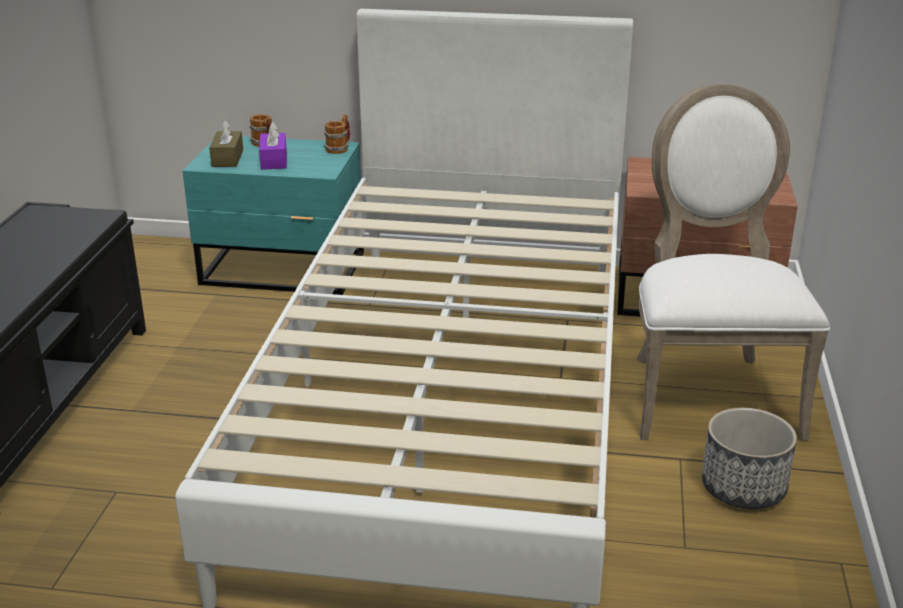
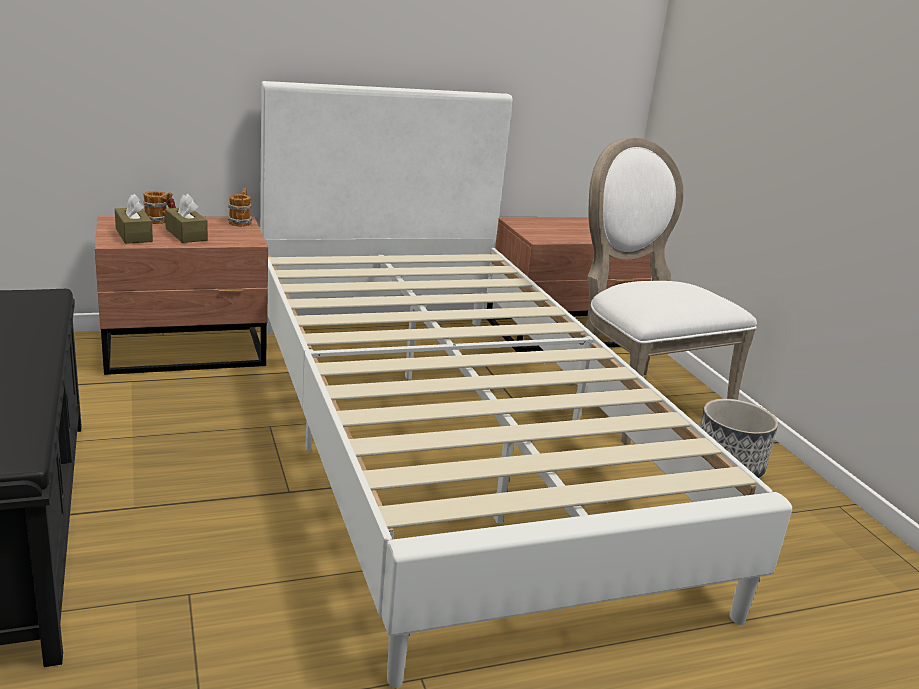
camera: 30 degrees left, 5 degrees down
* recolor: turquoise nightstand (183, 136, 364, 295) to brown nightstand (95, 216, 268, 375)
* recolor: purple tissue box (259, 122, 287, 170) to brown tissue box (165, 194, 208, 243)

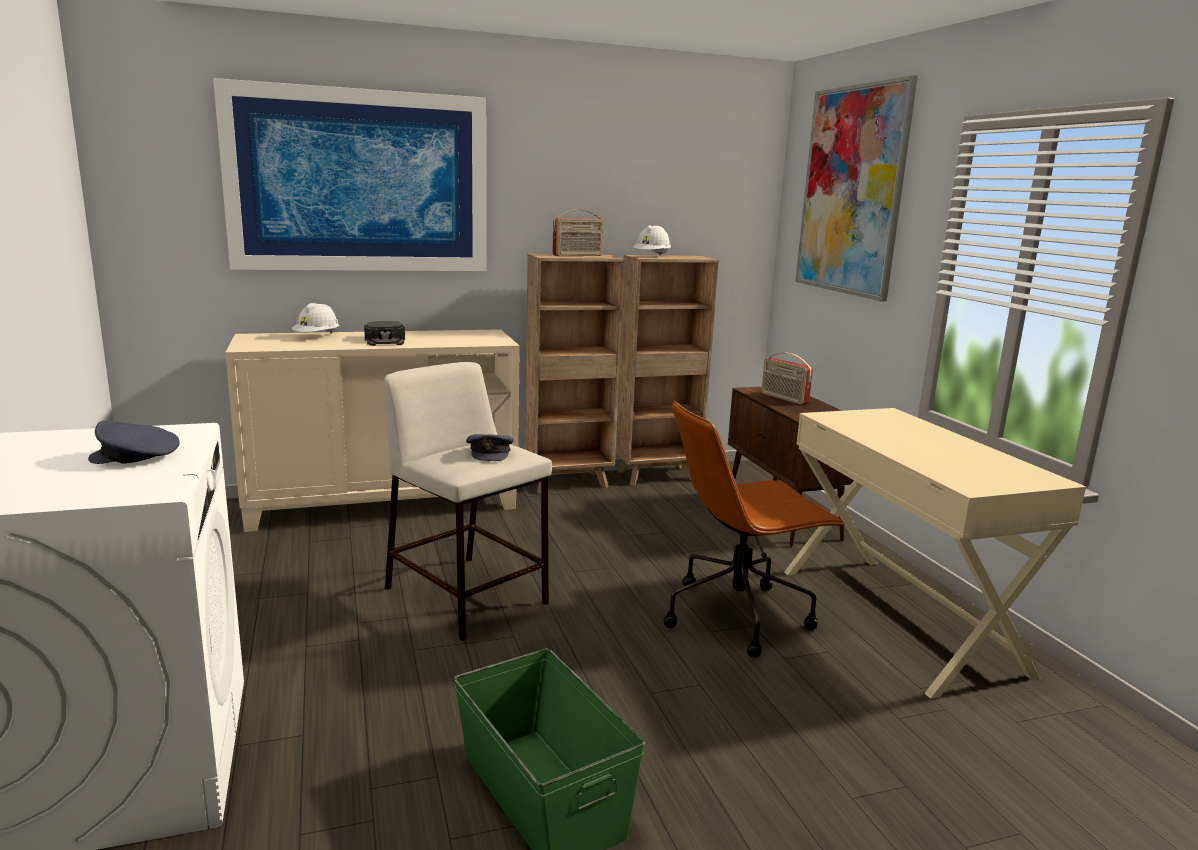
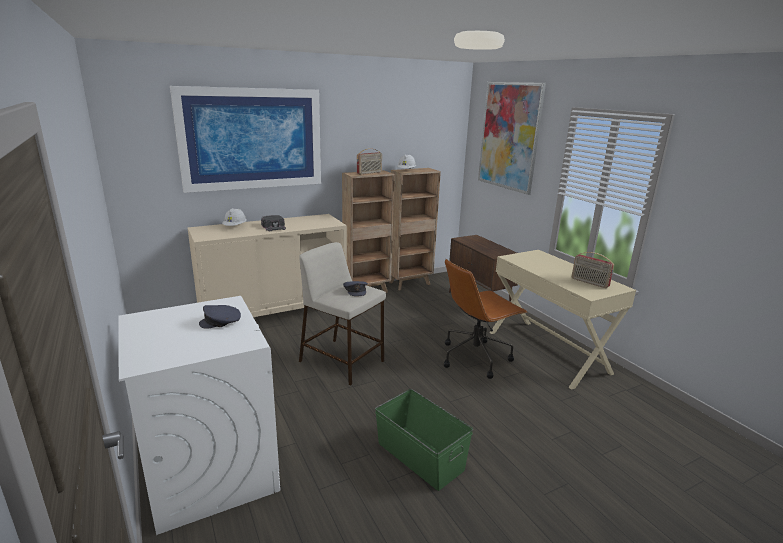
camera: 10 degrees left, 5 degrees up
* move: radio (761, 353, 813, 405) to (572, 252, 614, 288)

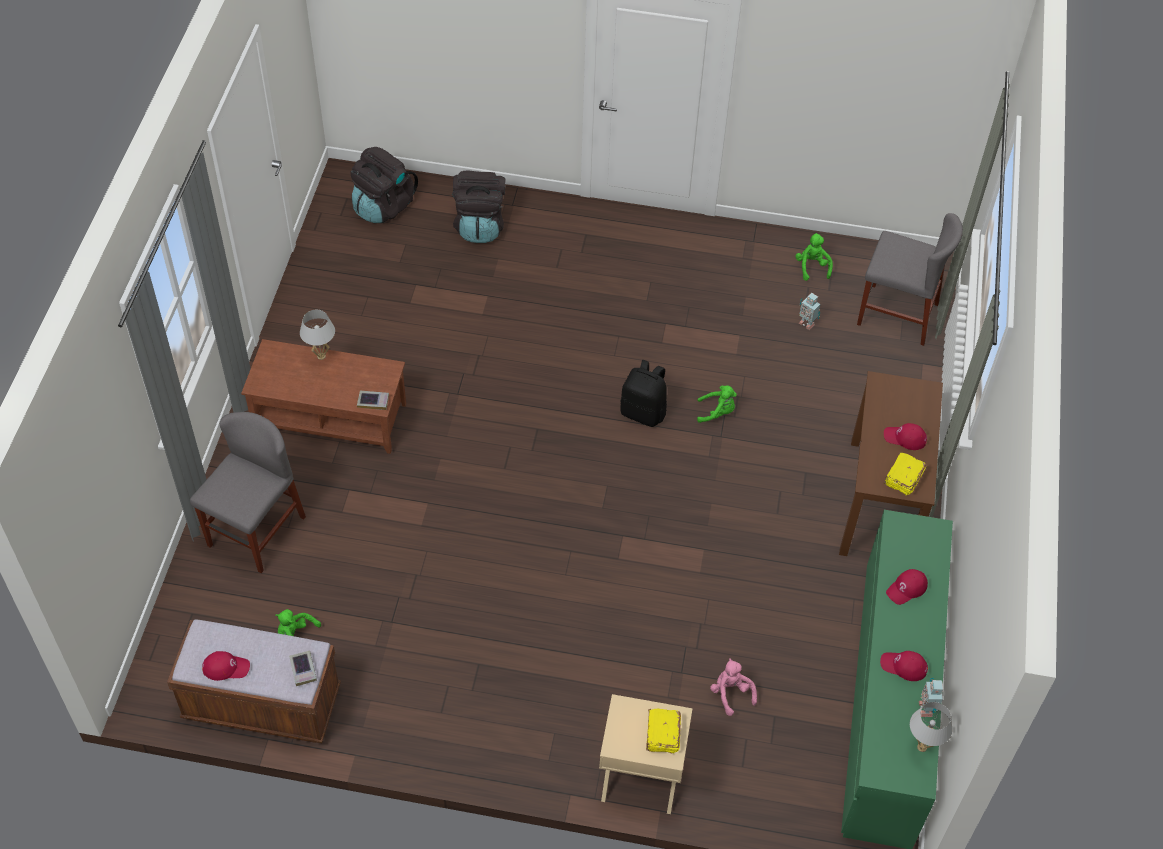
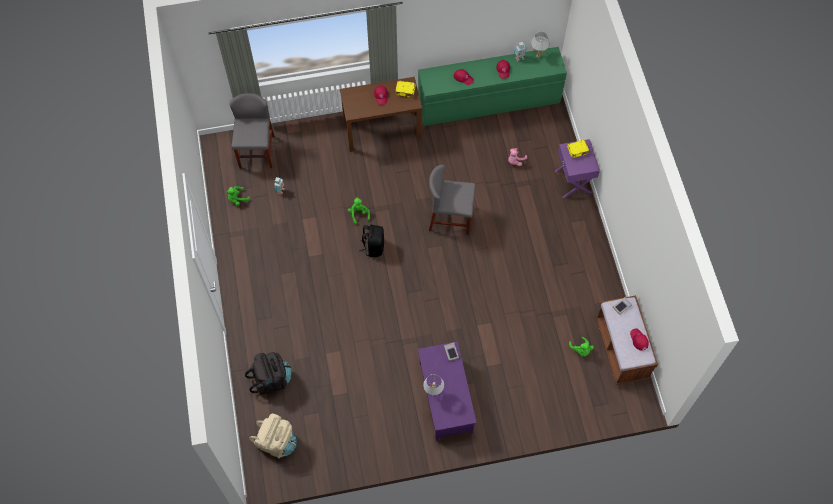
camera: 110 degrees left, 10 degrees up
* move: grey chair (190, 412, 306, 573) to (429, 165, 476, 235)
* recolor: brown coffee table (241, 339, 406, 454) to purple coffee table (418, 341, 477, 441)
* recolor: black backpack (351, 147, 418, 223) to beige backpack (250, 413, 297, 459)
* recolor: beige nightstand (599, 694, 692, 814) to purple nightstand (555, 139, 600, 198)

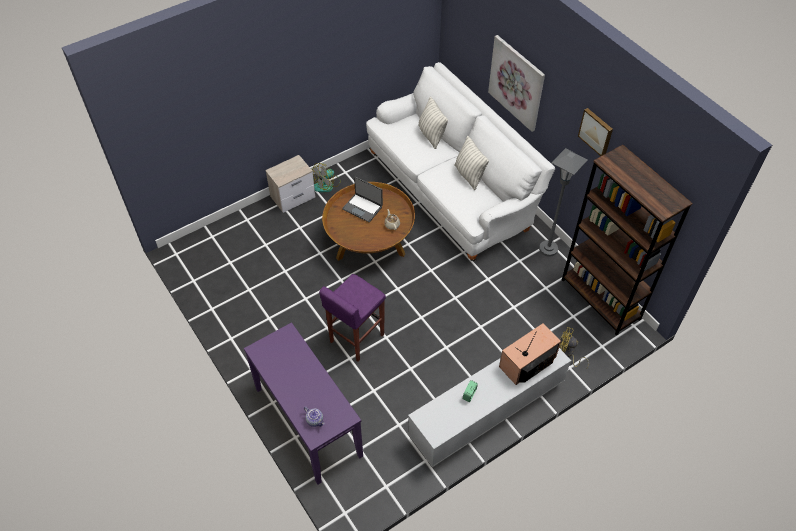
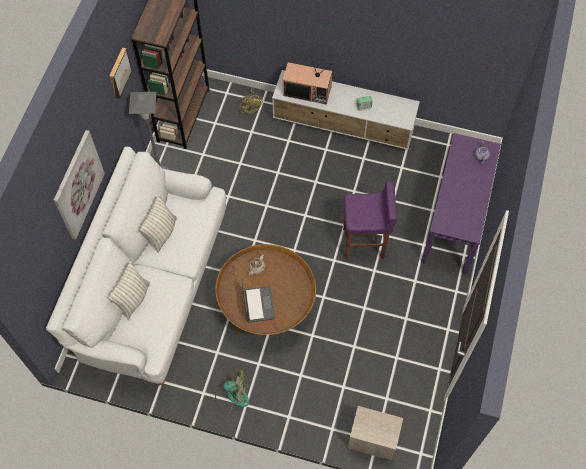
camera: 130 degrees left, 10 degrees up
* move: nightstand (265, 155, 315, 213) to (348, 406, 403, 461)

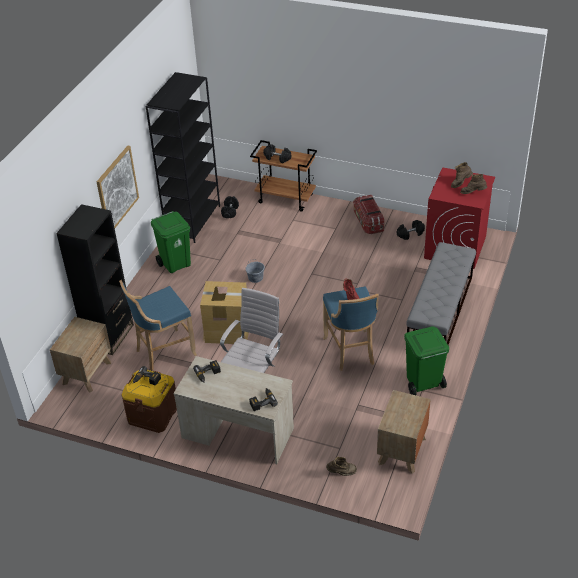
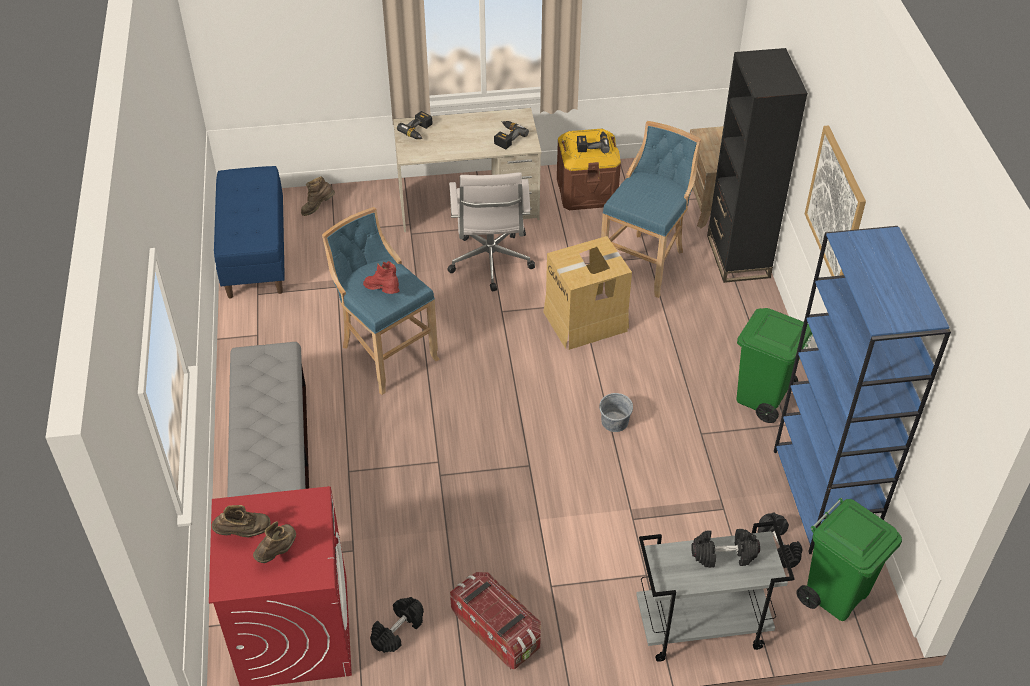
camera: 150 degrees right, 5 degrees up
* move: green trash can (404, 326, 449, 395) to (796, 498, 902, 621)
* replace: brown nightstand (377, 390, 431, 474) to blue bench (214, 166, 285, 298)
* recolor: black bookcase (146, 72, 220, 243) to blue bookcase (774, 226, 951, 554)
* recolor: brown cart (250, 140, 317, 211) to grey cart (636, 521, 795, 662)

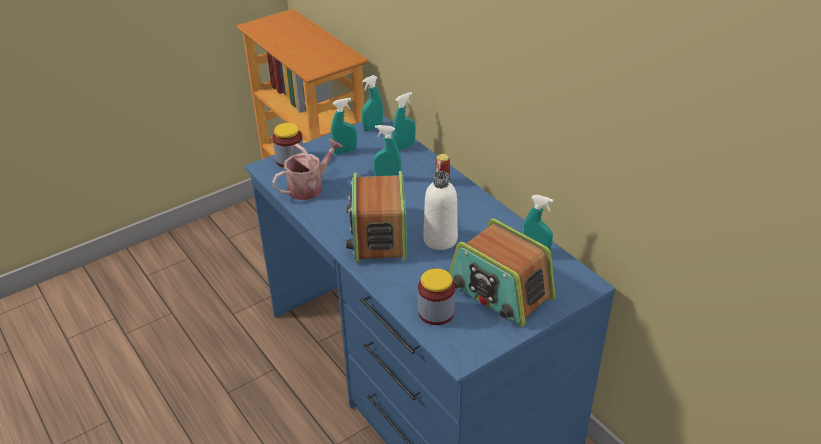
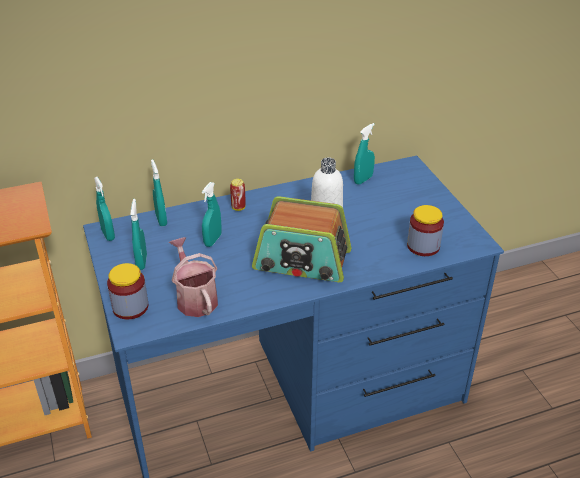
camera: 75 degrees left, 0 degrees up
* delete: radio (449, 218, 556, 327)

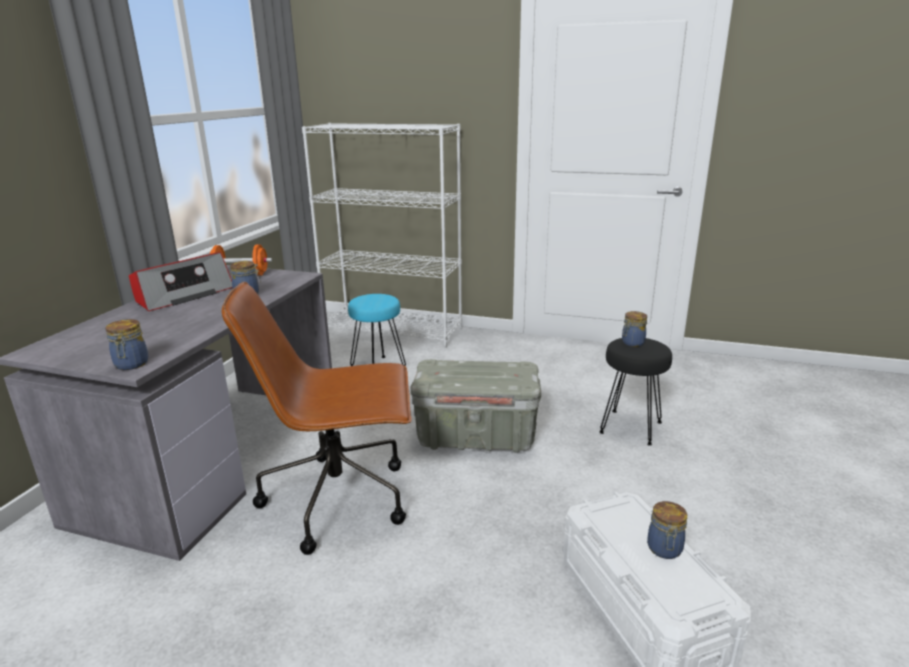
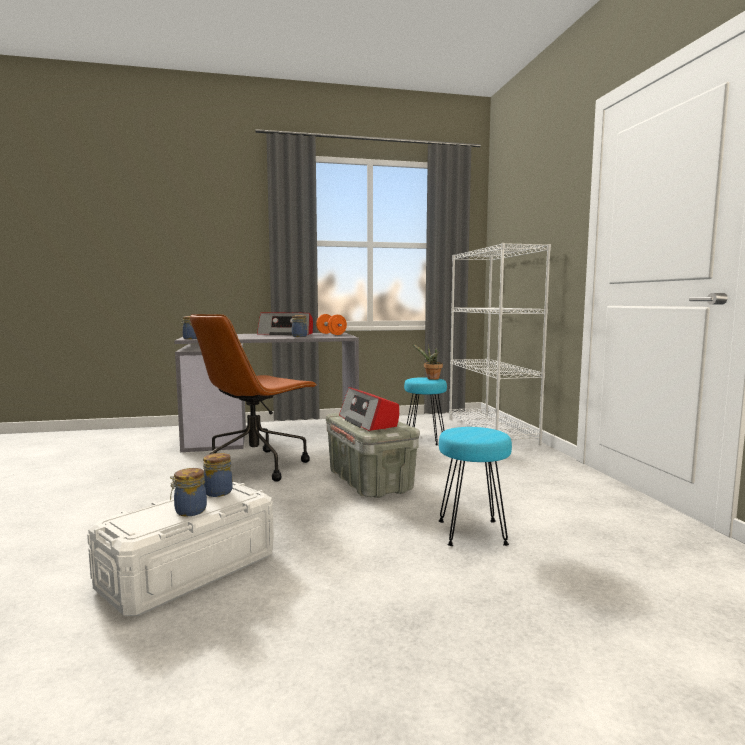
camera: 60 degrees right, 15 degrees down
* insert: radio (339, 387, 399, 431)
* insert: potted plant (412, 344, 443, 380)
* move: jar (622, 311, 647, 347) to (203, 453, 233, 497)
* recolor: black stool (599, 338, 672, 445) to turquoise stool (439, 427, 512, 546)
* rotate: brown office chair (222, 282, 412, 555) = (190, 314, 317, 482) 105 degrees counterclockwise

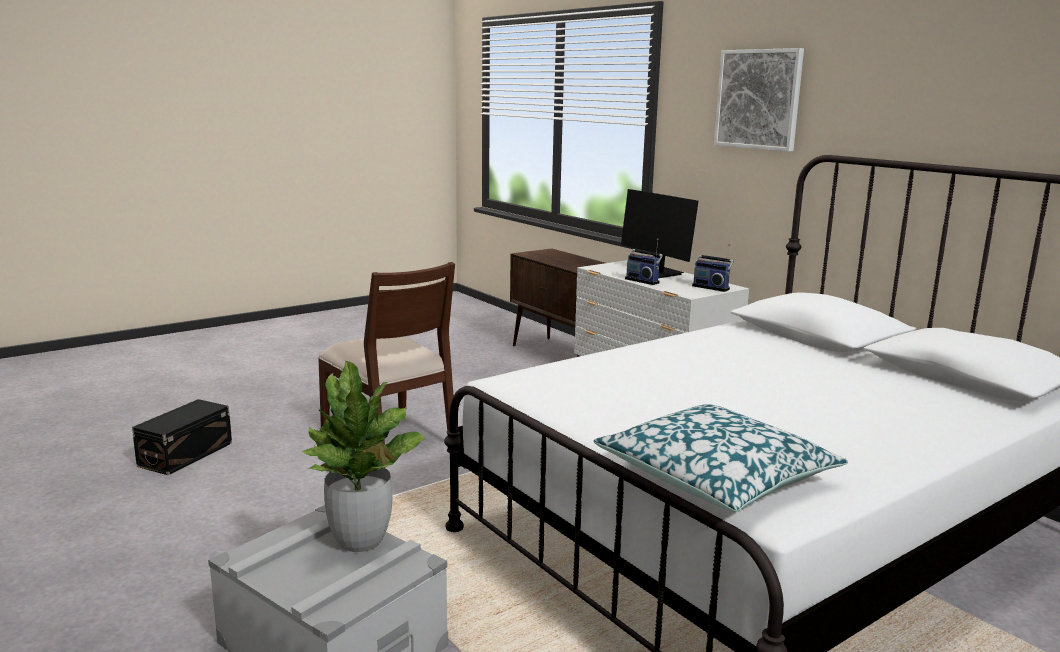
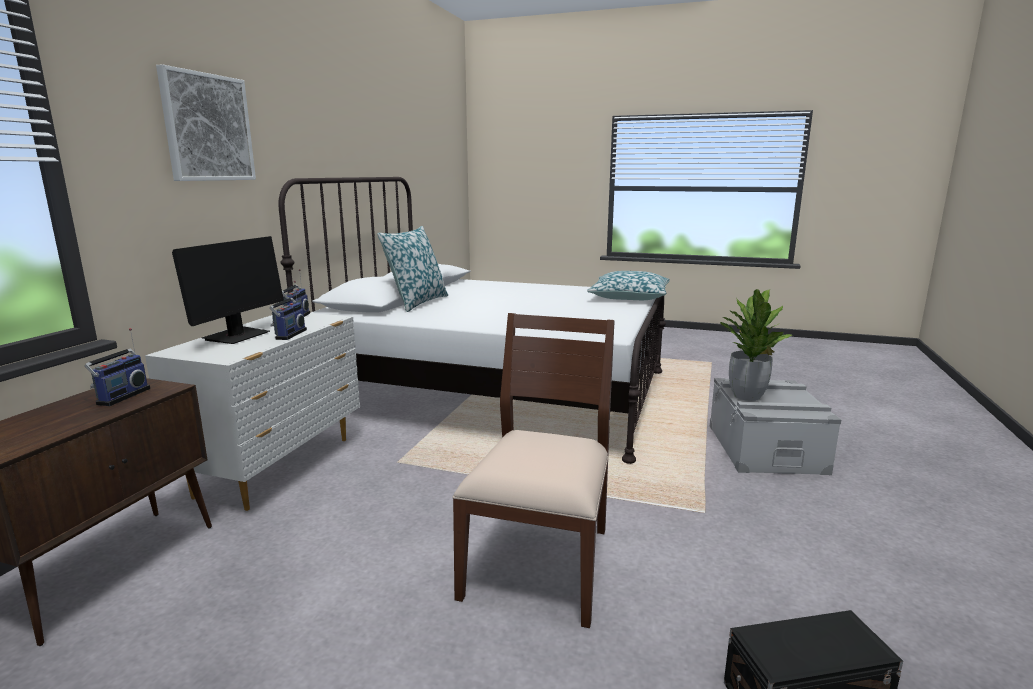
camera: 125 degrees left, 0 degrees up
* insert: radio (84, 328, 150, 406)
* insert: pillow (377, 226, 448, 312)

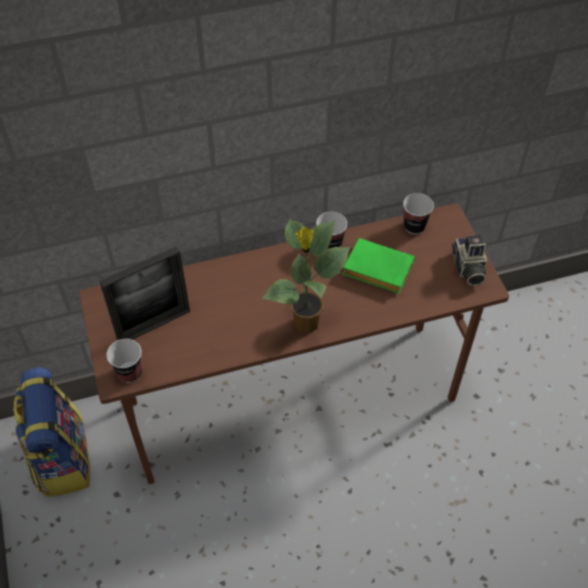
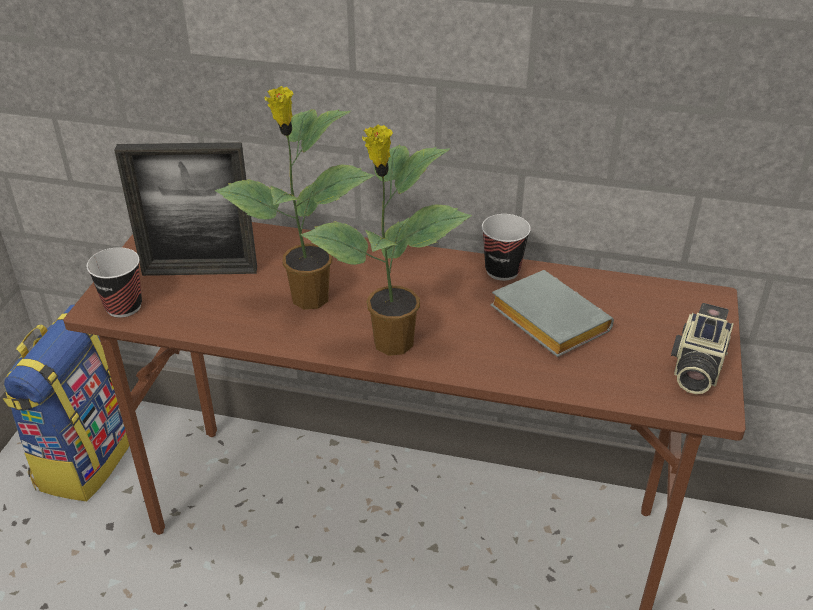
camera: 30 degrees right, 15 degrees down
* delete: cup (403, 193, 434, 234)
* insert: potted plant (215, 86, 374, 309)
* recolor: green book (343, 238, 415, 294) to grey book (490, 270, 614, 357)

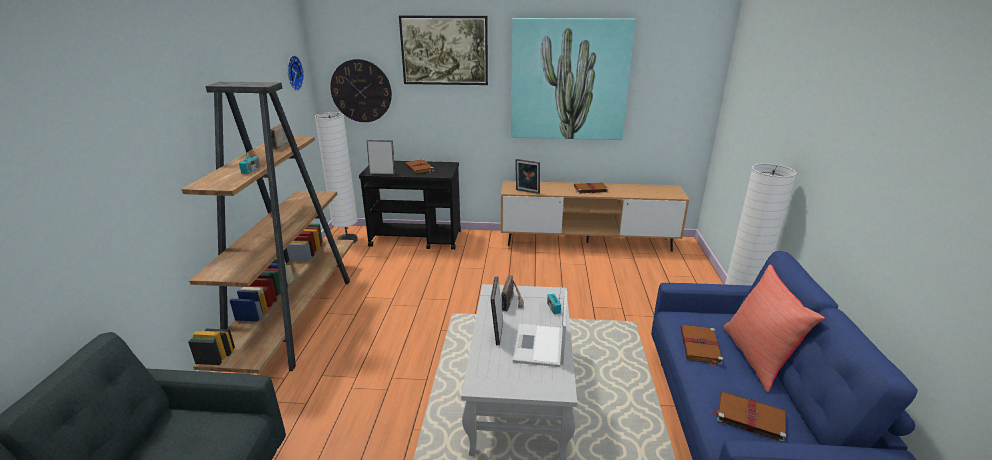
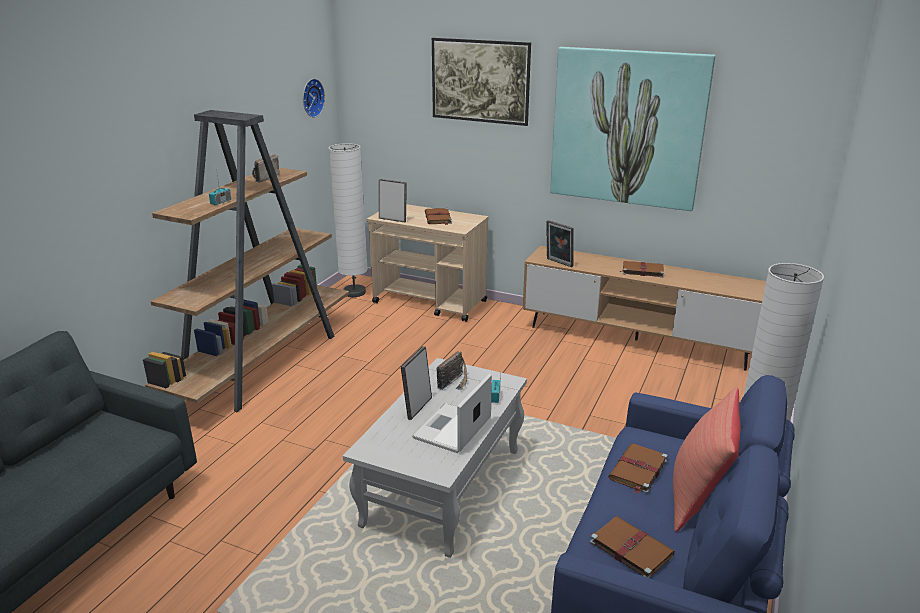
camera: 20 degrees right, 0 degrees up
* delete: wall clock (330, 59, 392, 122)
* recolor: black cart (359, 161, 461, 250) to beige cart (367, 204, 488, 322)

